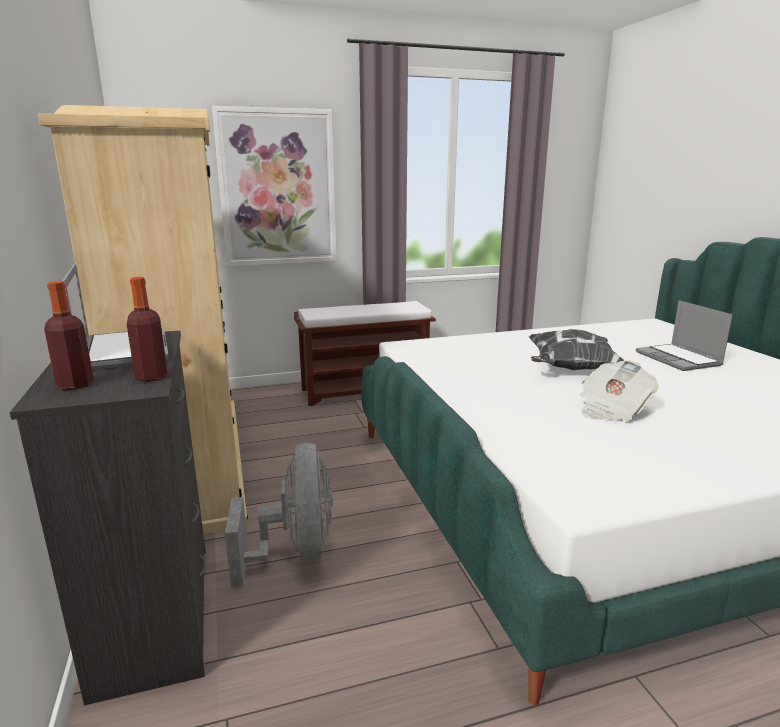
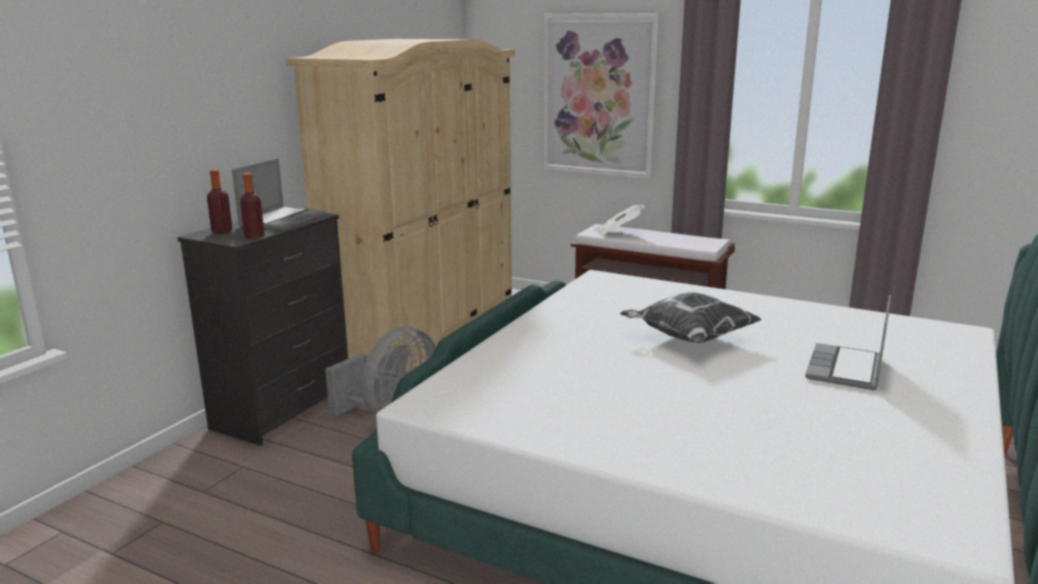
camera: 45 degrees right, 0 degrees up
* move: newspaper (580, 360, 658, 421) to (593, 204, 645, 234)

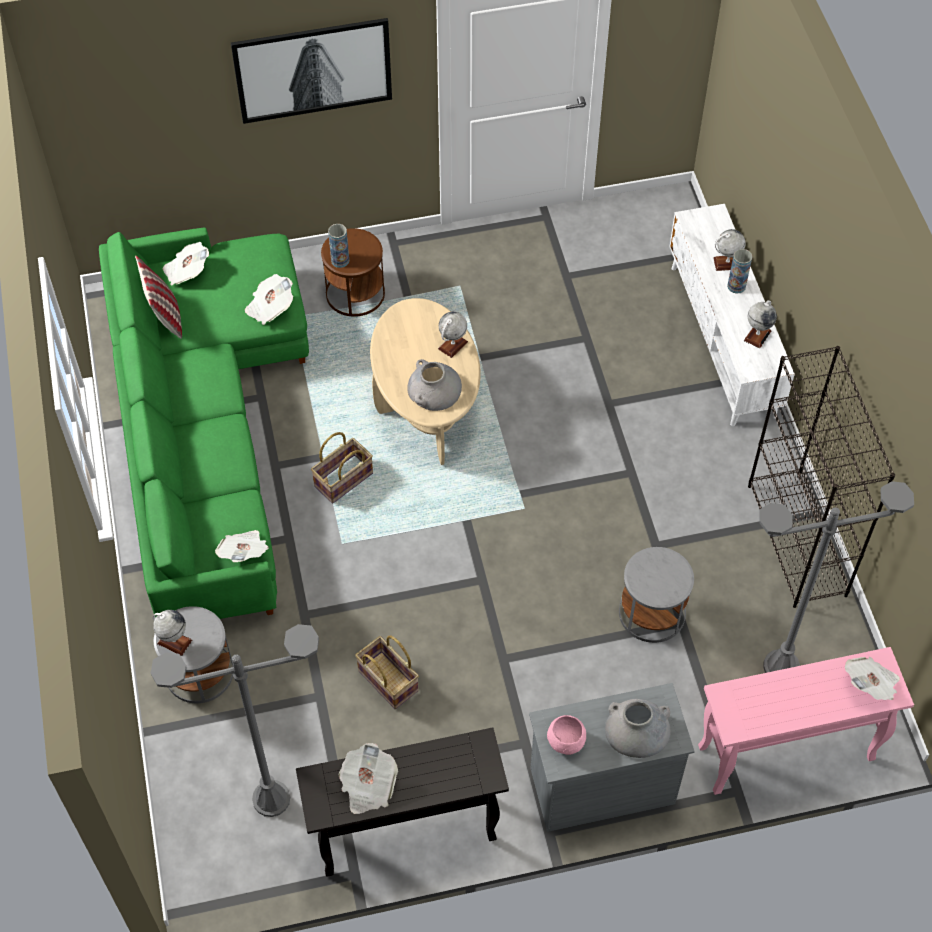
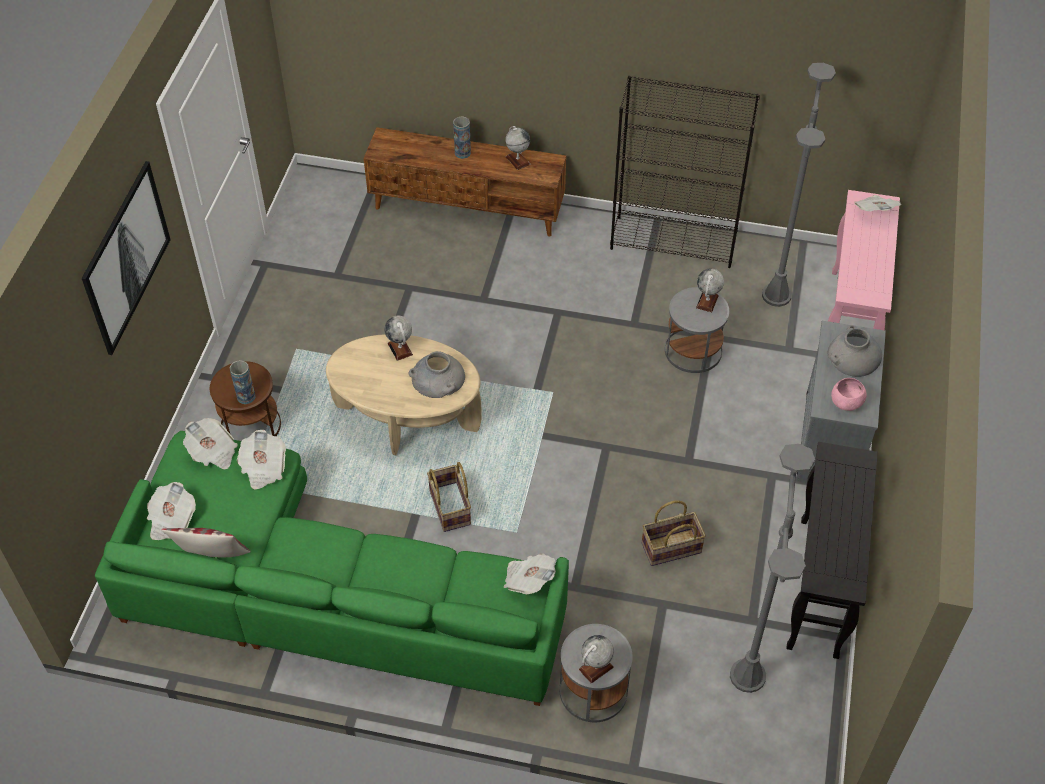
camera: 65 degrees left, 5 degrees down
* move: newspaper (339, 743, 398, 814) to (183, 418, 238, 469)
* move: globe (713, 229, 746, 271) to (696, 268, 724, 312)
* recolor: white tv stand (669, 204, 795, 426) to brown tv stand (364, 127, 566, 236)

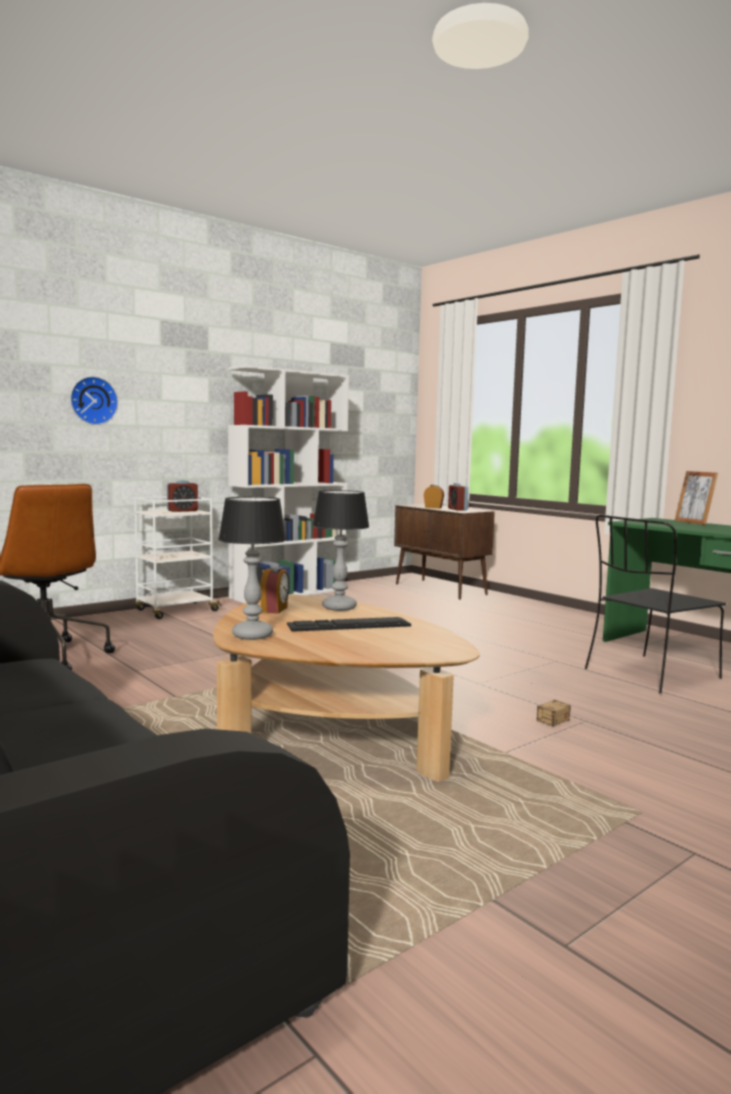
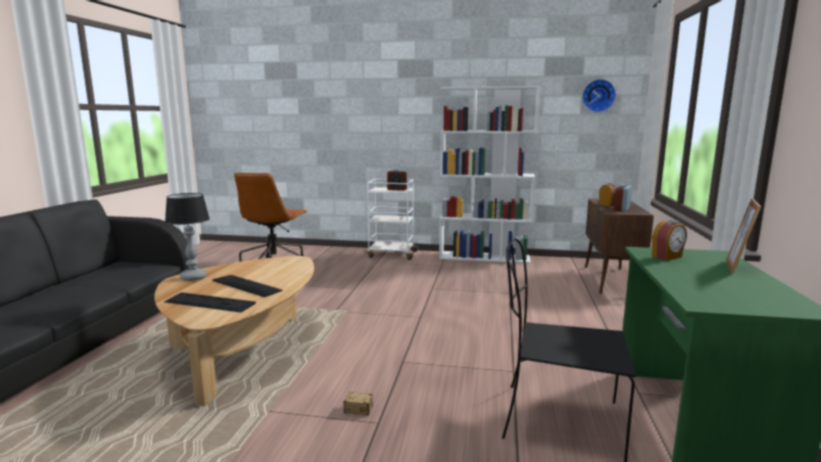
camera: 50 degrees right, 5 degrees up
* delete: table lamp (312, 490, 369, 611)
* insert: keyboard (164, 292, 256, 312)
* move: wall clock (70, 376, 118, 425) to (582, 79, 616, 113)
* move: alarm clock (260, 567, 290, 614) to (652, 220, 687, 261)

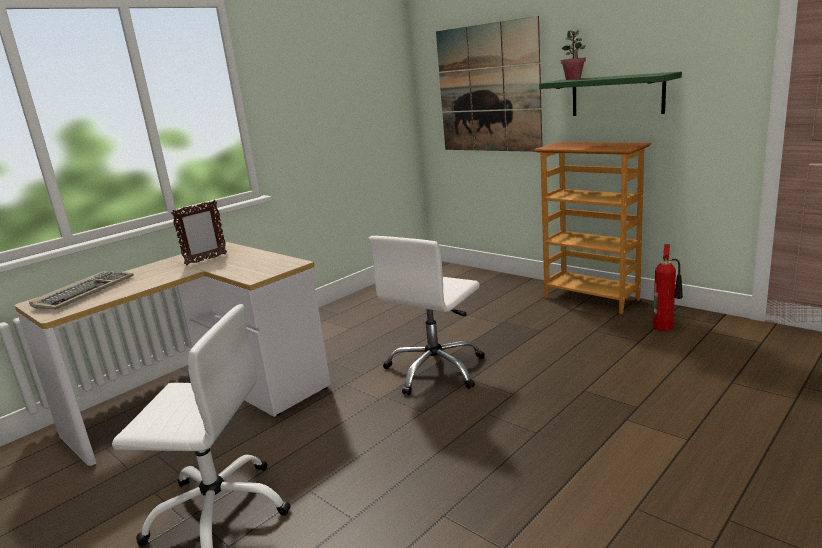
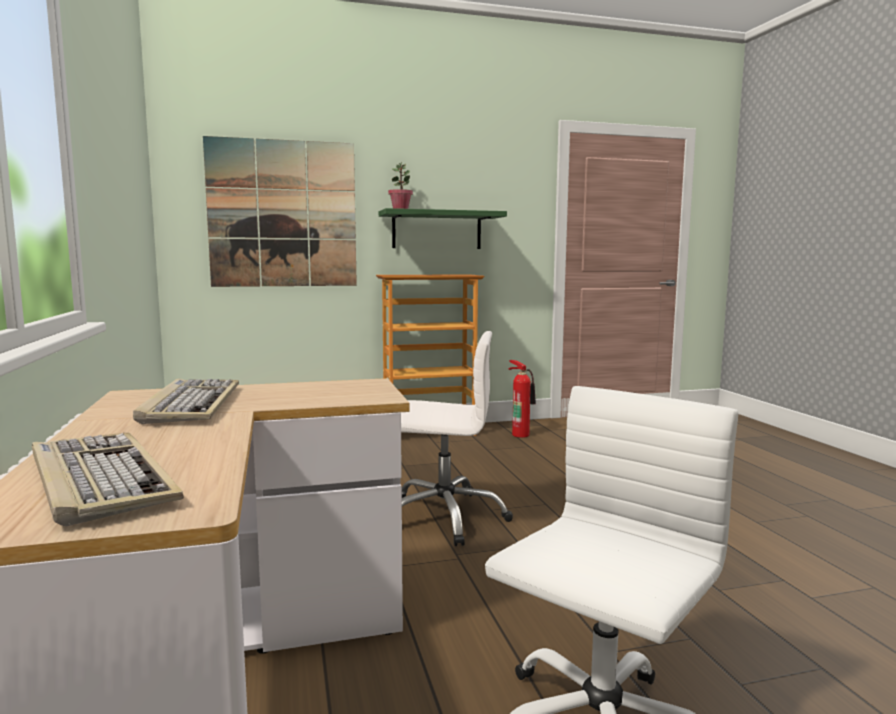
camera: 60 degrees left, 10 degrees down
* replace: picture frame (171, 200, 227, 265) to keyboard (133, 379, 239, 424)
* rotate: white office chair (369, 236, 485, 395) = (401, 331, 513, 546) 60 degrees counterclockwise

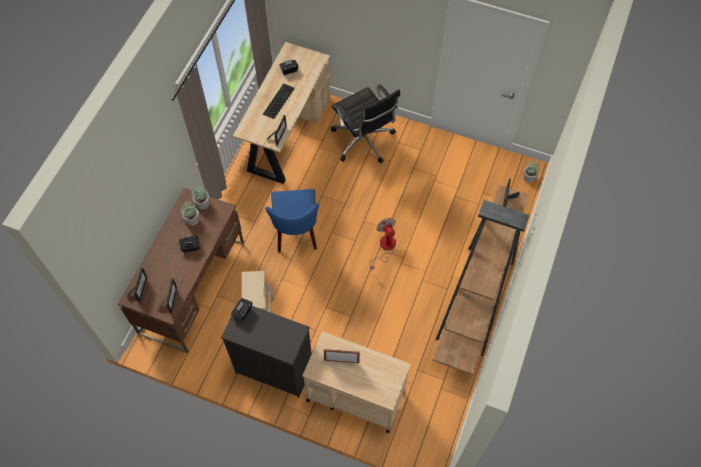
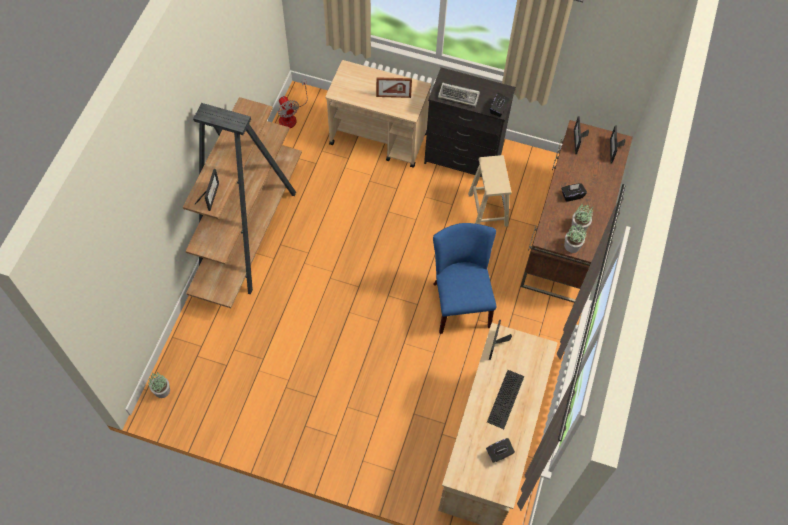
camera: 175 degrees right, 0 degrees up
* delete: black office chair (331, 85, 400, 163)
* insert: keyboard (438, 82, 480, 108)
* move: fan (370, 218, 396, 270) to (278, 79, 308, 129)

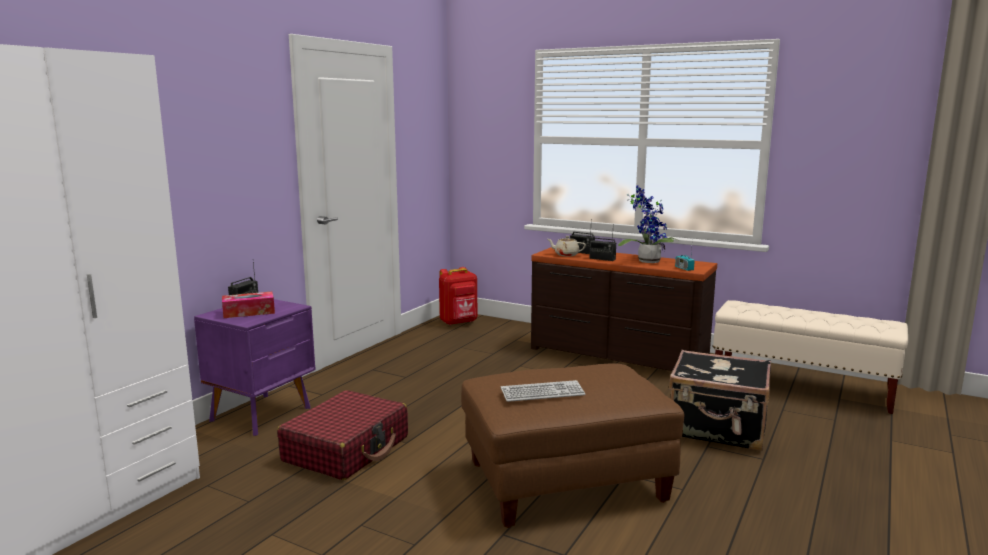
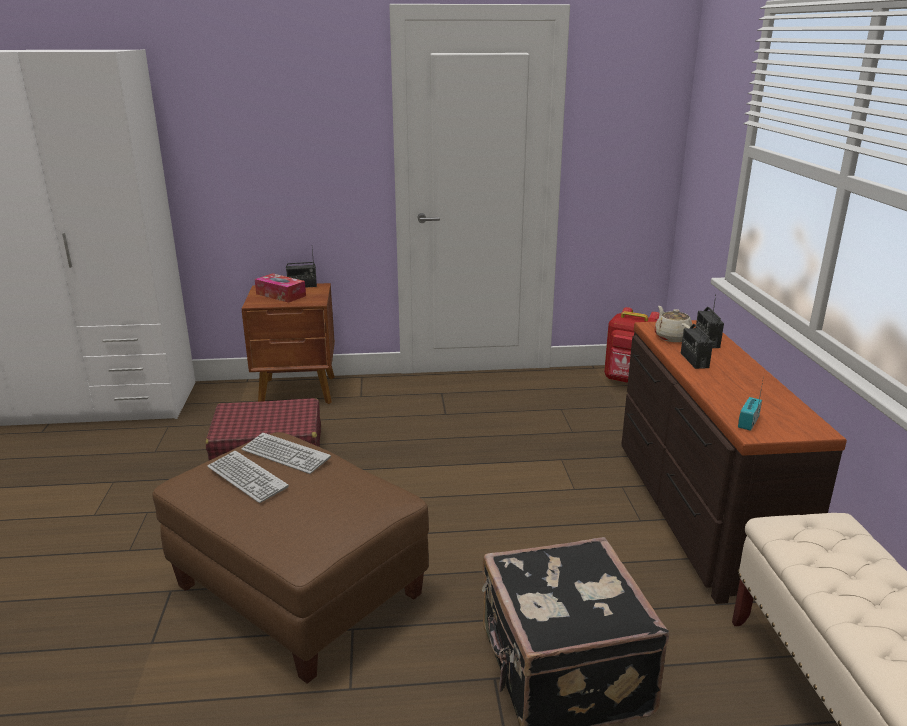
camera: 55 degrees right, 10 degrees up
* delete: potted plant (618, 185, 680, 263)
* insert: keyboard (242, 433, 331, 474)
* recolor: purple nightstand (194, 299, 316, 436) to brown nightstand (242, 283, 335, 404)

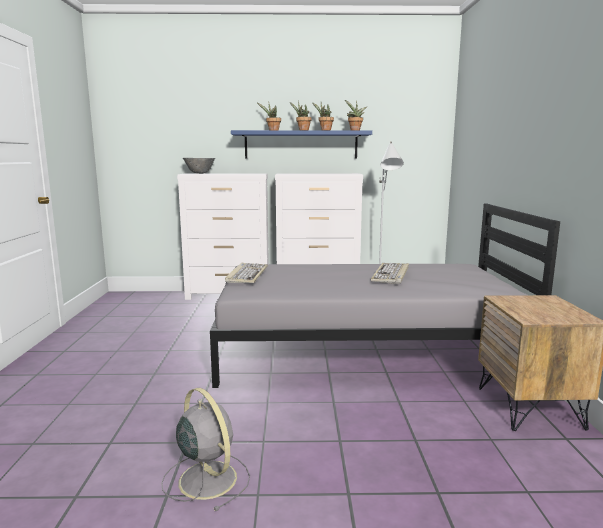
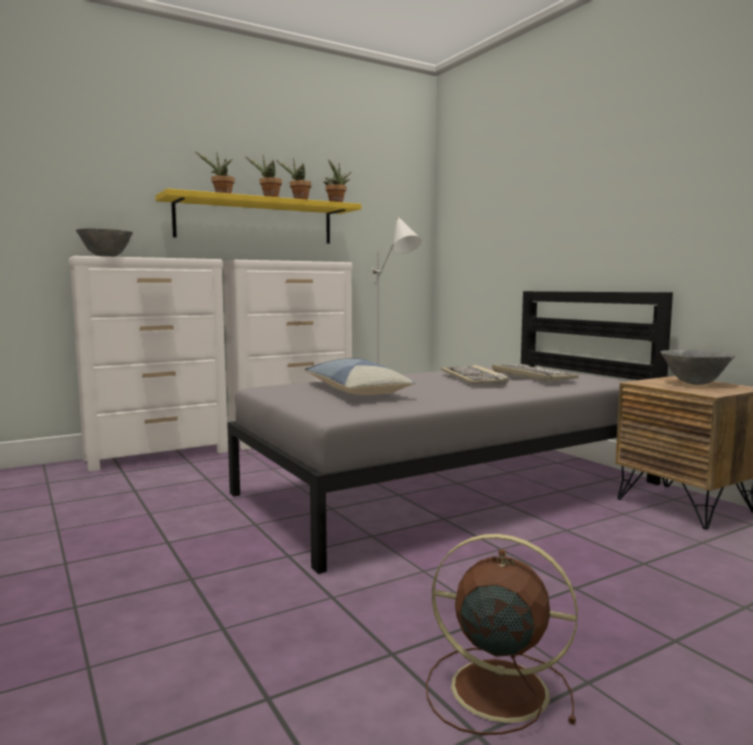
camera: 30 degrees left, 5 degrees down
* insert: pillow (304, 358, 416, 395)
* insert: grey bowl (661, 350, 736, 385)
* move: keyboard (225, 263, 268, 283) to (492, 364, 578, 382)
* recolor: grey fan (161, 388, 250, 511) to brown fan (426, 534, 578, 735)
* recolor: blue shelf (231, 130, 372, 159) to yellow shelf (156, 188, 361, 244)

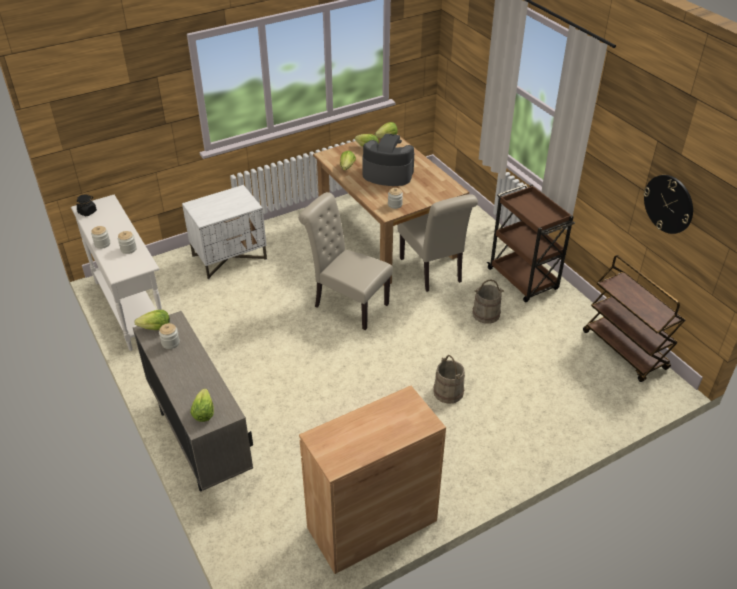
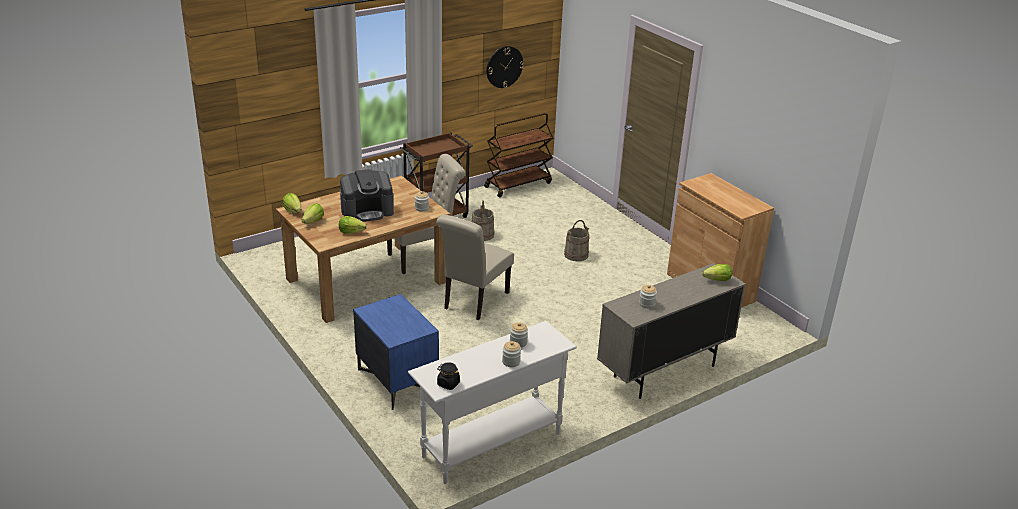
camera: 95 degrees left, 10 degrees down
* delete: lettuce (135, 310, 170, 330)
* recolor: white nightstand (182, 185, 267, 280) to blue nightstand (353, 294, 439, 410)
* rotate: coffee machine (363, 134, 414, 186) = (340, 169, 394, 222) 120 degrees counterclockwise

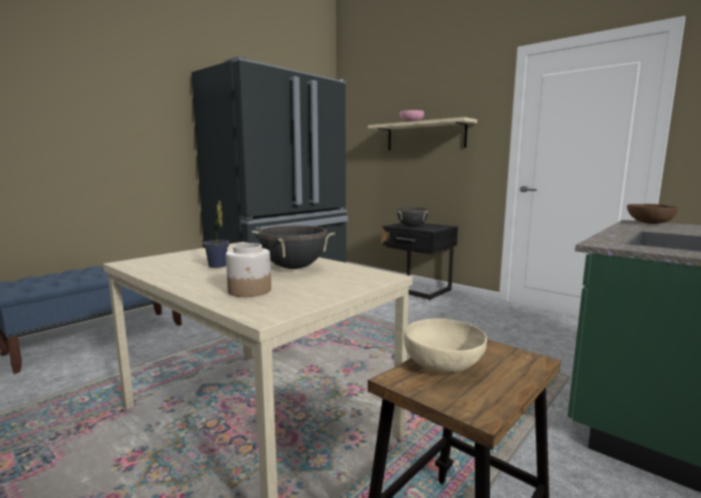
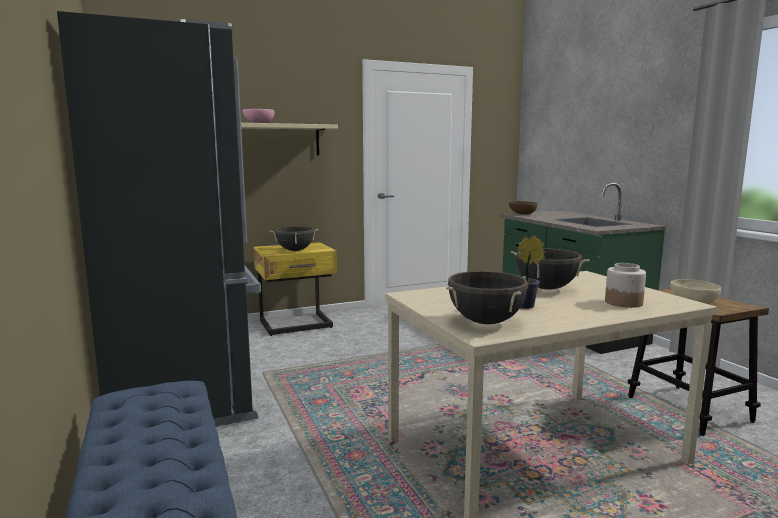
camera: 65 degrees left, 0 degrees up
* insert: black cooking pot (446, 271, 528, 324)
* recolor: black nightstand (381, 223, 458, 300) to yellow nightstand (253, 242, 337, 336)

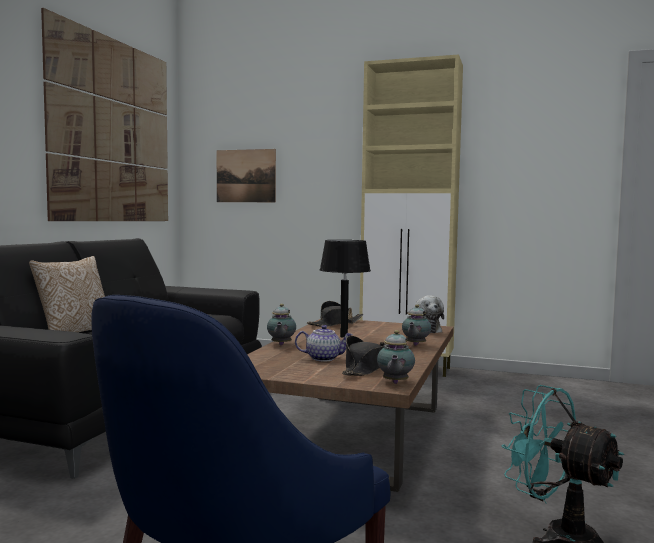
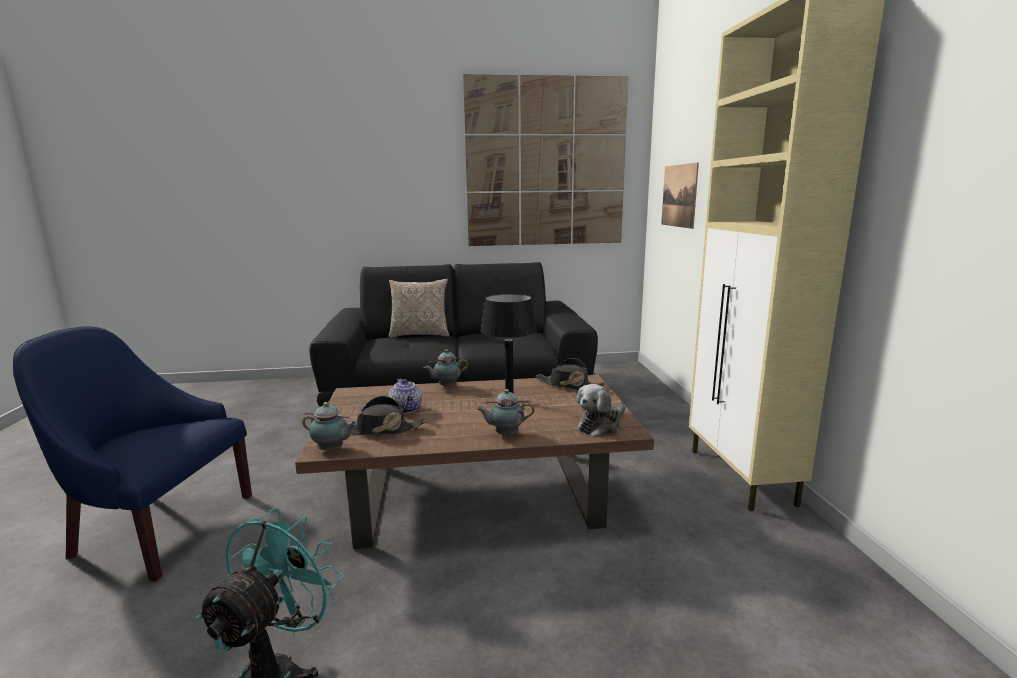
camera: 65 degrees right, 10 degrees up
* rotate: teapot (377, 330, 415, 384) = (302, 402, 357, 451) 150 degrees counterclockwise

